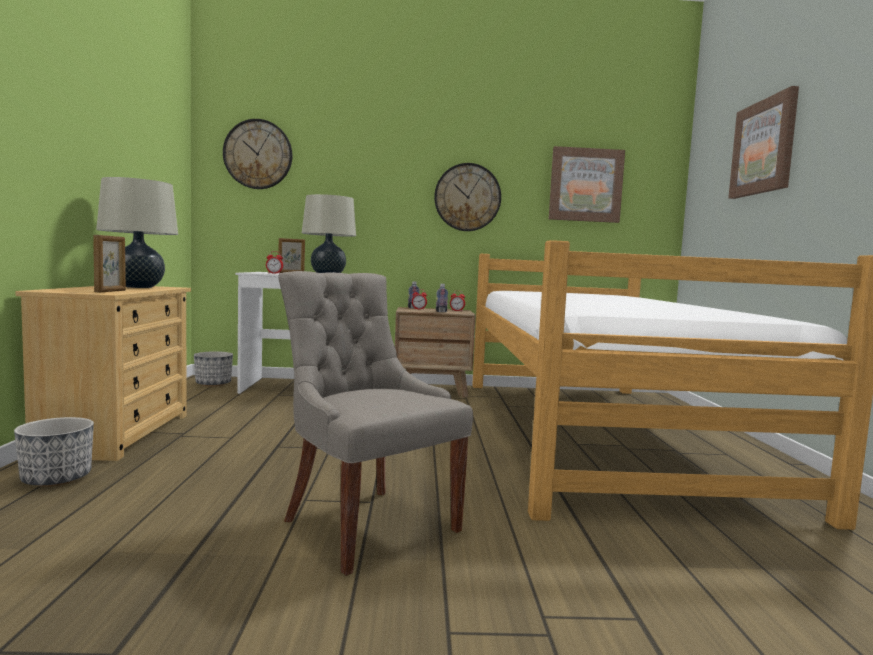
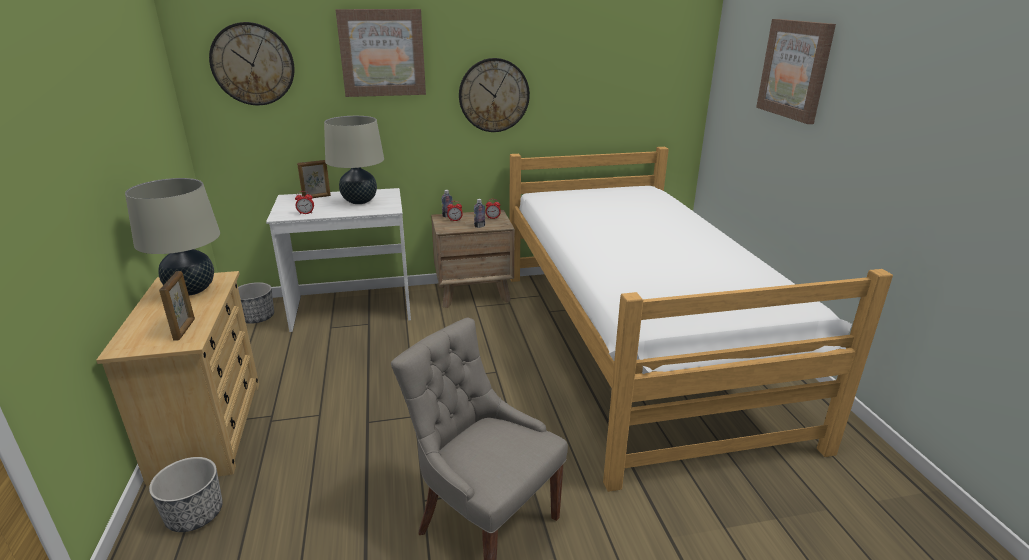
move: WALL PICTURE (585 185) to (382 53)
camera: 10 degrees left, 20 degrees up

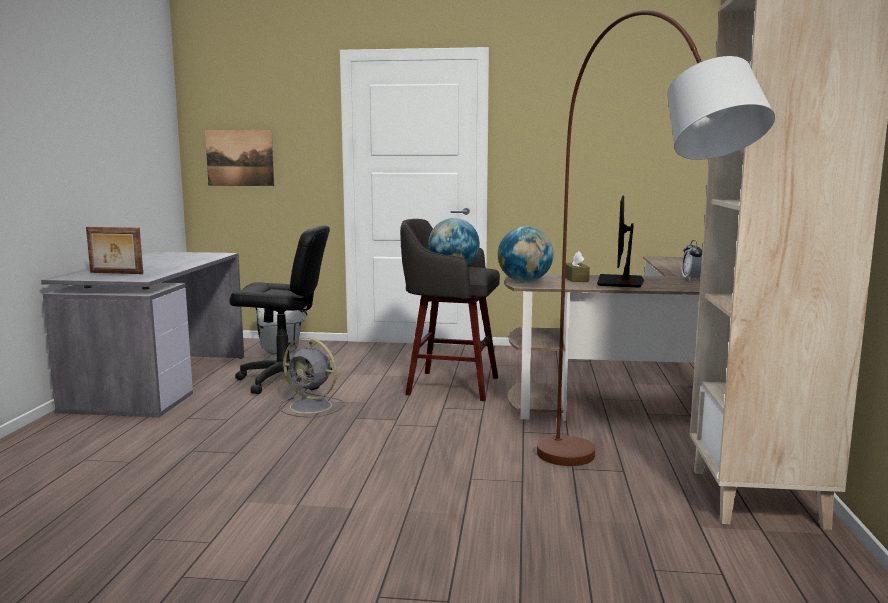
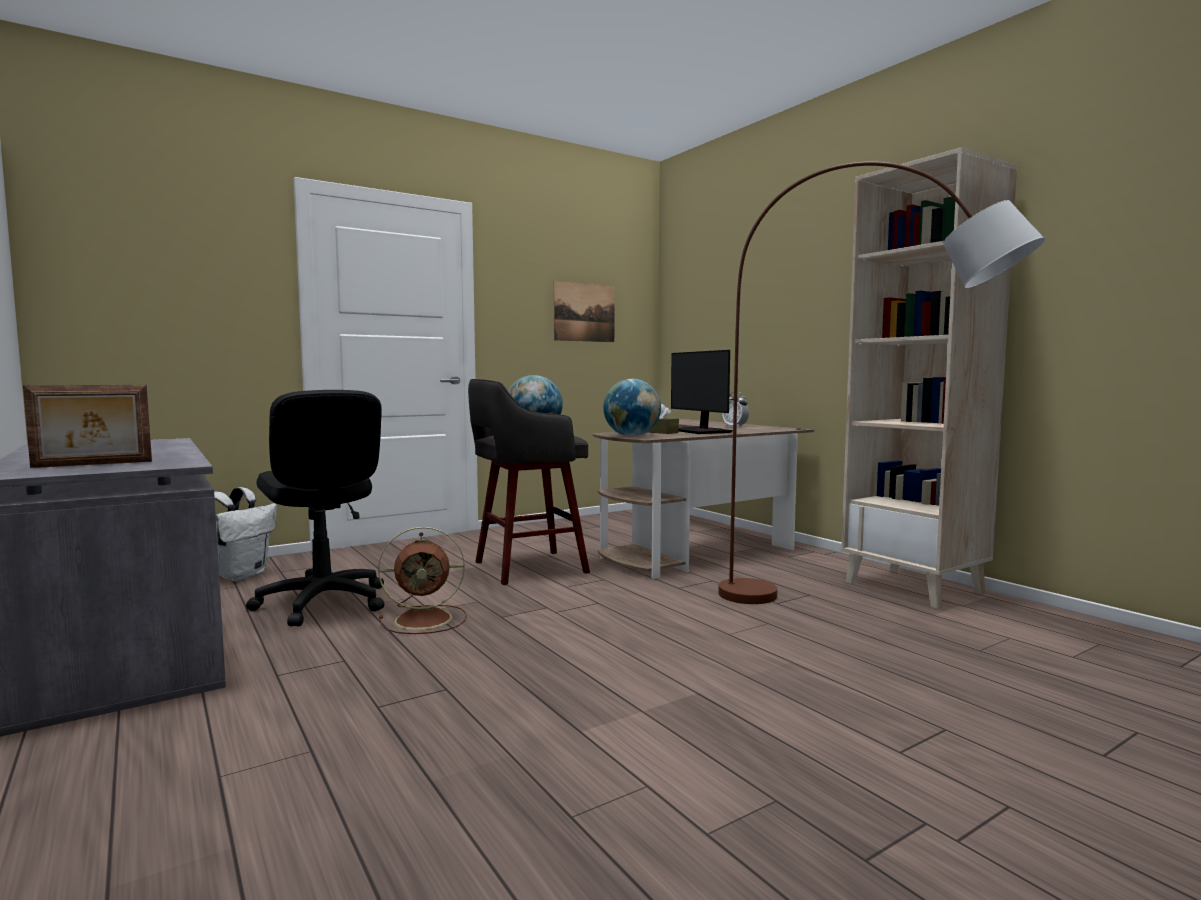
move: WALL PICTURE (240 158) to (584 312)
recolor: GREYISH ELECTRIC FAN (312 407) to BROWN ELECTRIC FAN (426 619)
rotate: BLACK OFFICE CHAIR (284 380) = (323 603) 90 degrees clockwise
camera: 40 degrees left, 5 degrees down

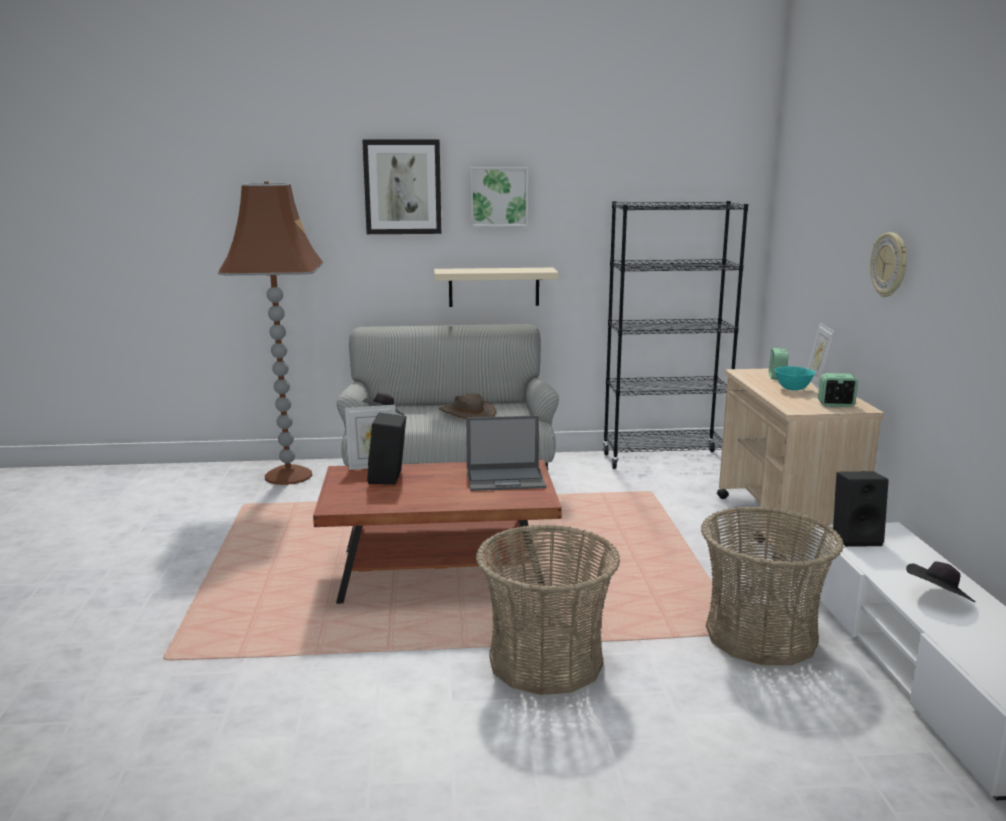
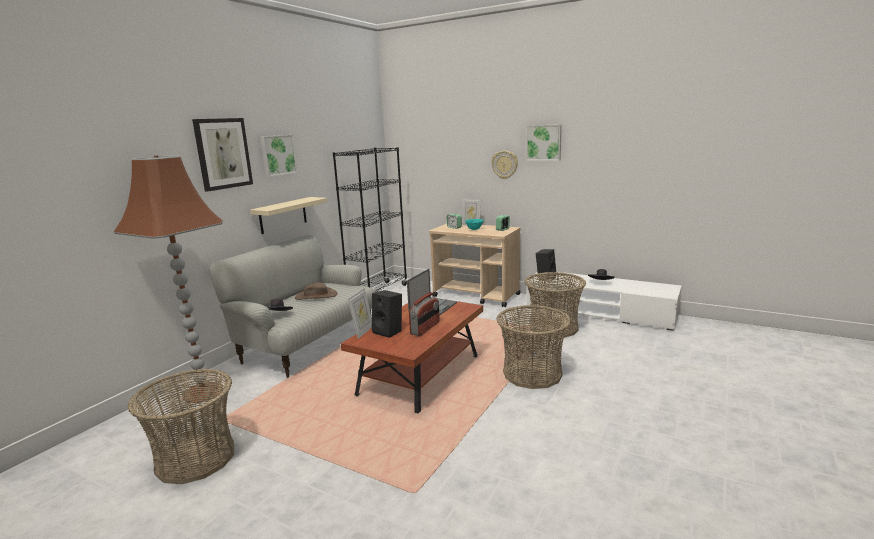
insert: BASKET (195 458); RADIO RECEIVER (425 328); WALL PICTURE (544 142)
camera: 55 degrees left, 0 degrees up

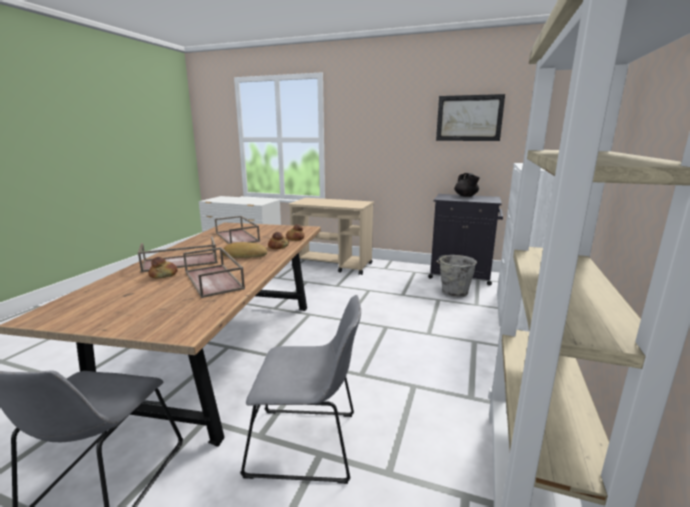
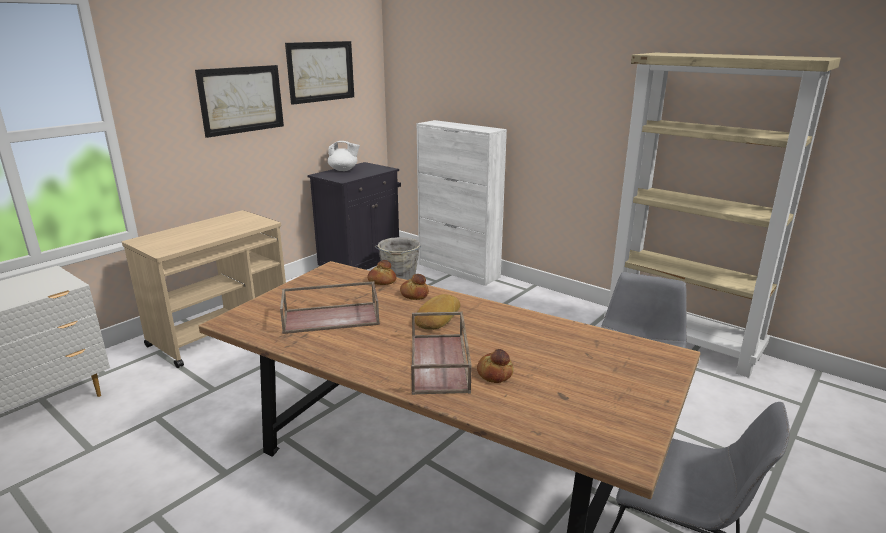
delete: BROWN SERVING TRAY (214 280)
insert: WALL PICTURE (241 99)
recolor: BLACK TEAPOT (466 196) to WHITE-COLOURED TEAPOT (344 170)
camera: 70 degrees left, 5 degrees up

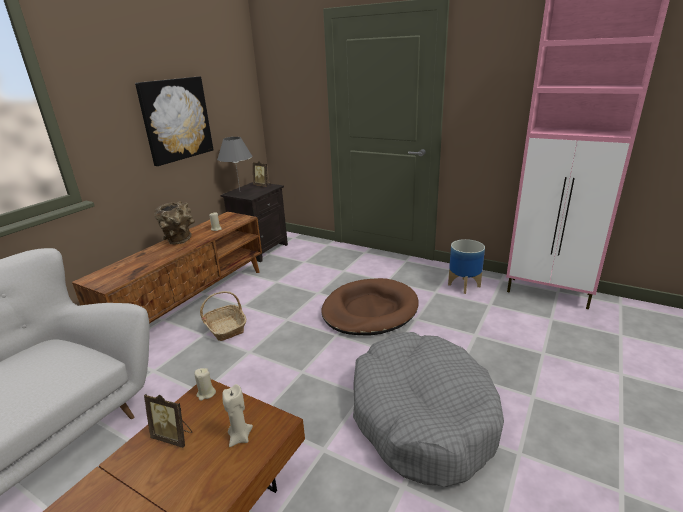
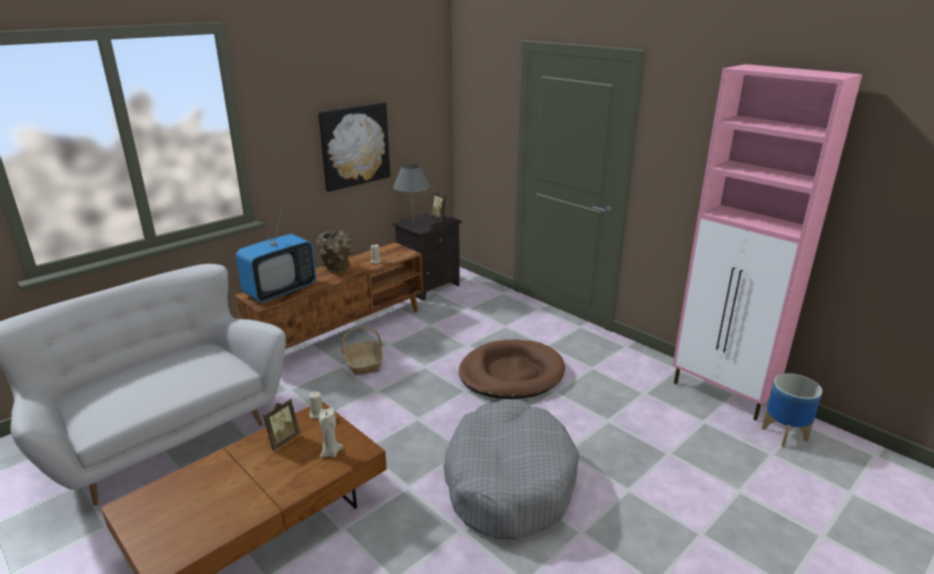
insert: TV (280 290)
move: PLANTER (464 285) to (784 434)
rotate: STANDING FRAME (173 437) = (282 440) 90 degrees counterclockwise
camera: 15 degrees right, 0 degrees up

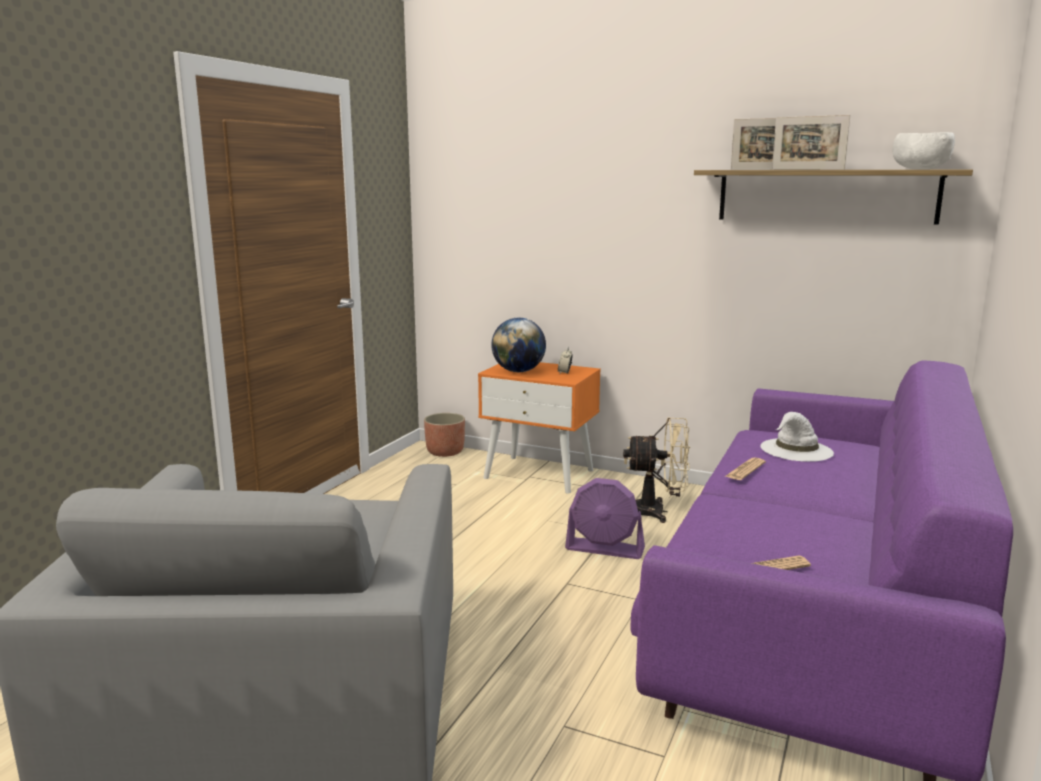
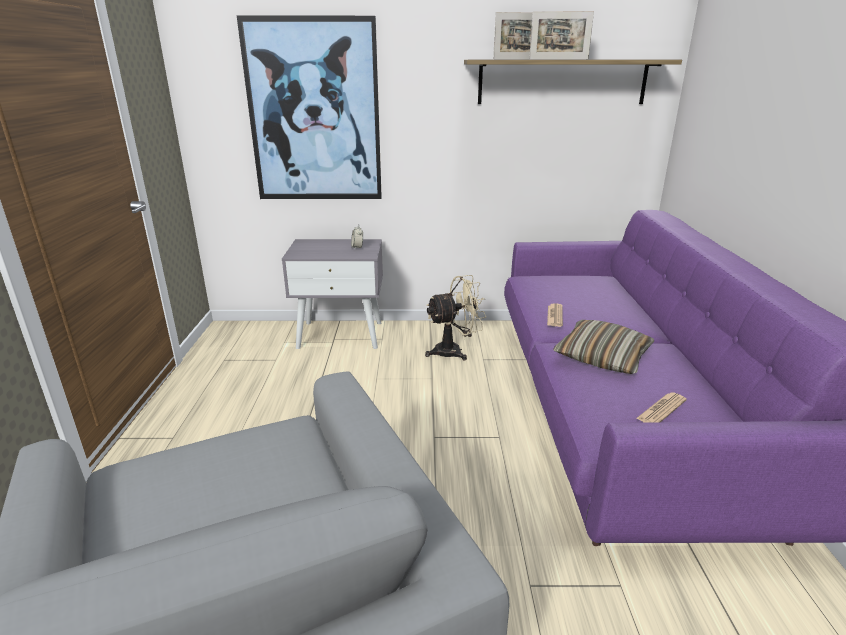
delete: PLANTER (445 452); WORLD GLOBE (518 371); PURPLISH ELECTRIC FAN (605 549); WHITE-COLOURED WEARABLE HAT (796 450); WHITE-COLOURED SERVING BOWL (919 169)
insert: WALL PICTURE (314 113); THROW PILLOW (602 356)
recolor: ORANGE-COLOURED BEDSIDE TABLE (539 474) to GREYISH BEDSIDE TABLE (341 334)
camera: 25 degrees left, 10 degrees up

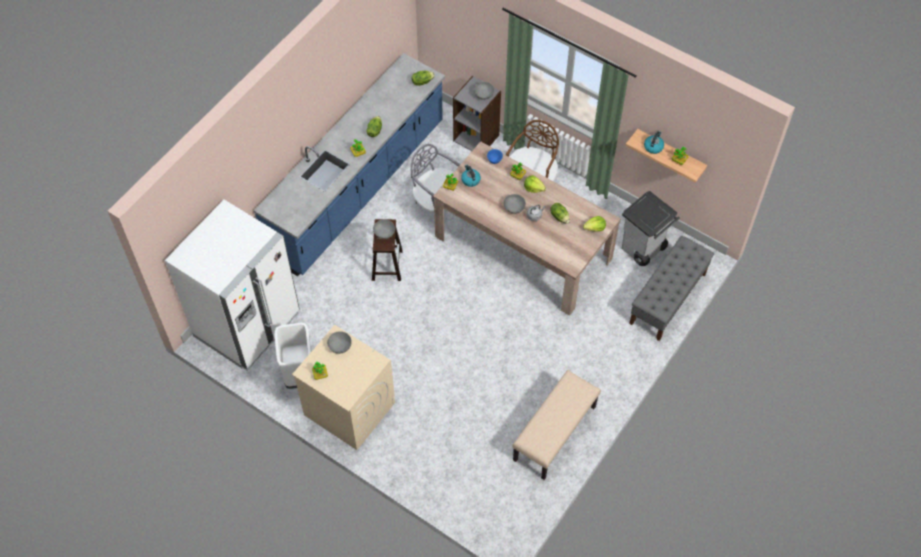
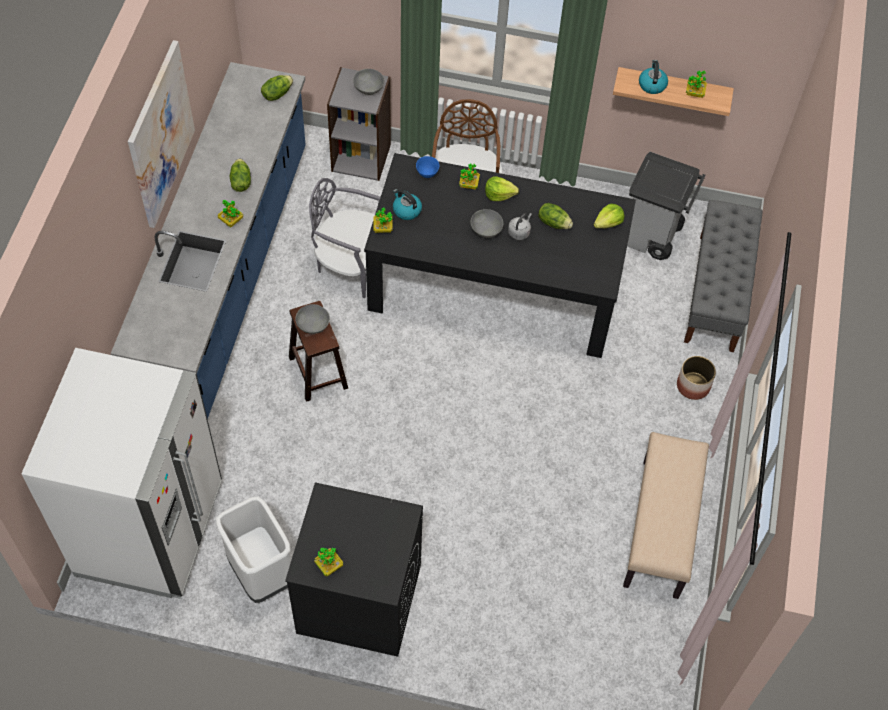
delete: GREYISH SERVING BOWL (340 346)
insert: WALL PICTURE (160 135); PLANTER (693 386)
recolor: BEIGE WASHING MACHINE (349 408) to BLACK WASHING MACHINE (358 599); BEIGE DINING TABLE (523 247) to BLACK DINING TABLE (495 286)
camera: 25 degrees left, 0 degrees up

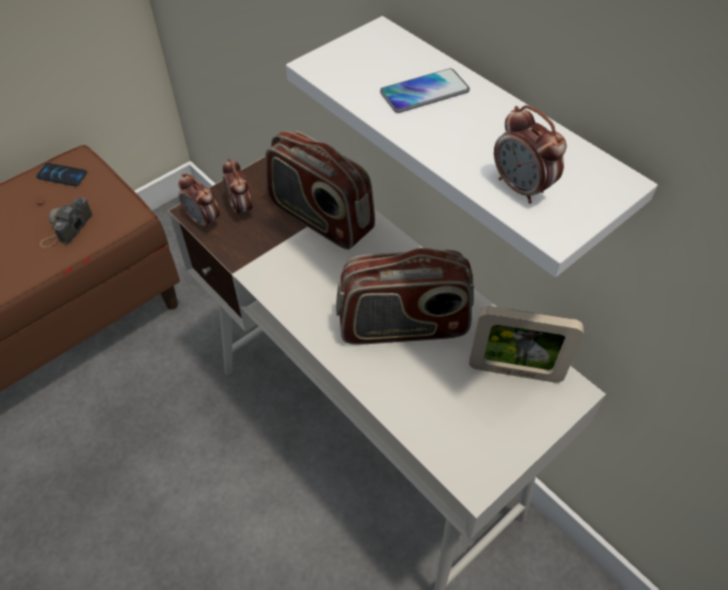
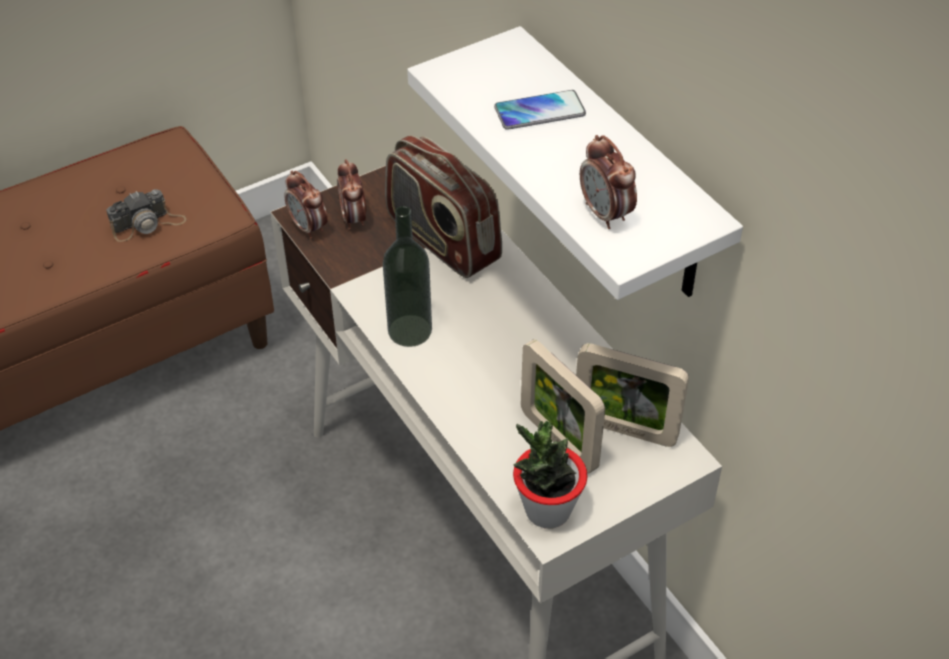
delete: PHONE (62 175); RADIO RECEIVER (403 326)
insert: BEVERAGE BOTTLE (410 330); POTTED PLANT (547 510); STANDING FRAME (558 440)
rotate: STILL CAMERA (66 228) = (148 224) 150 degrees counterclockwise
camera: 10 degrees right, 5 degrees down

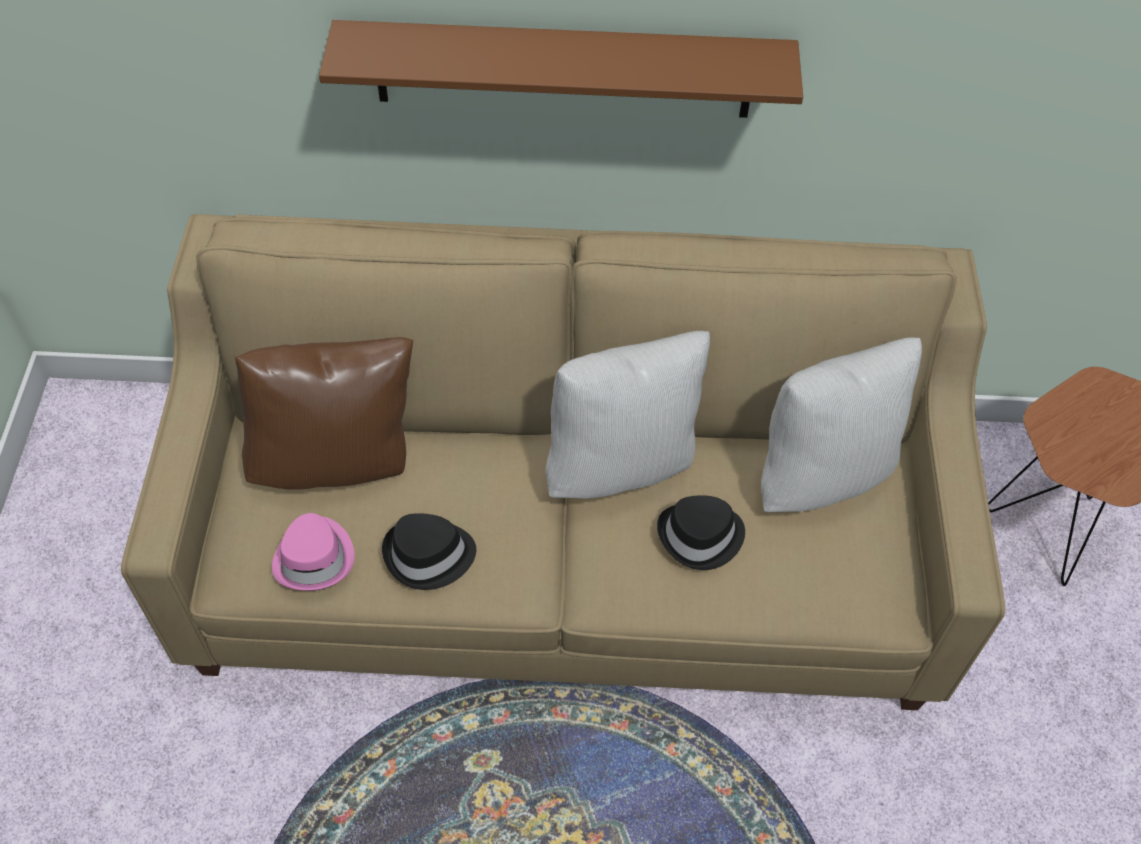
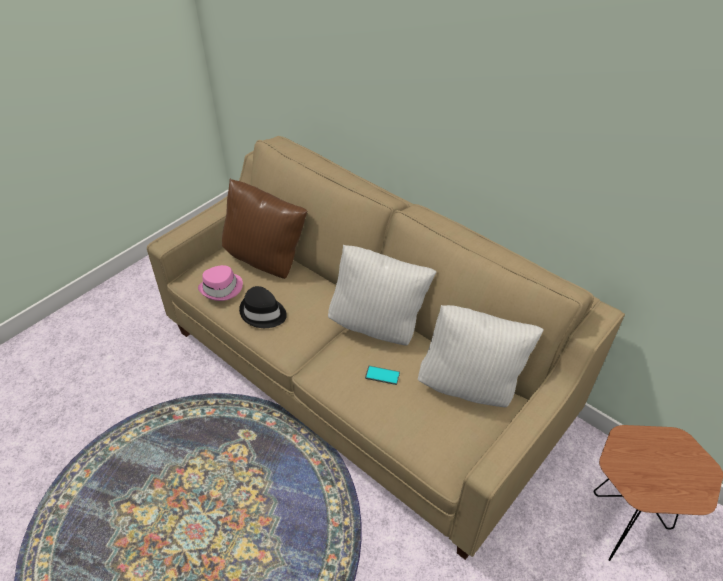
delete: BROWN WALL SHELF (564 69)
replace: BLACK WEARABLE HAT (701 536) to PHONE (382 375)
camera: 40 degrees right, 10 degrees down

